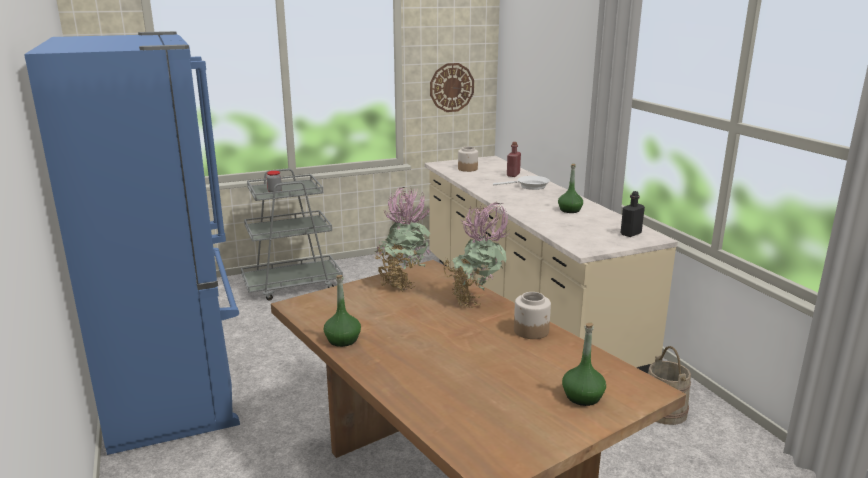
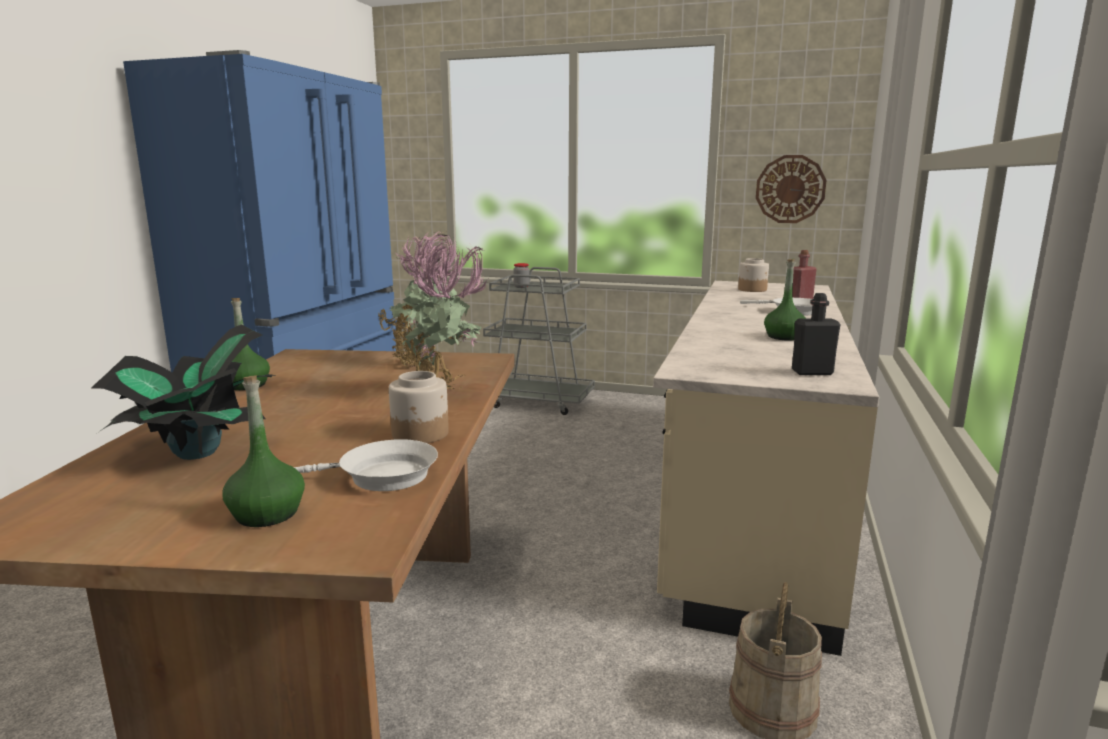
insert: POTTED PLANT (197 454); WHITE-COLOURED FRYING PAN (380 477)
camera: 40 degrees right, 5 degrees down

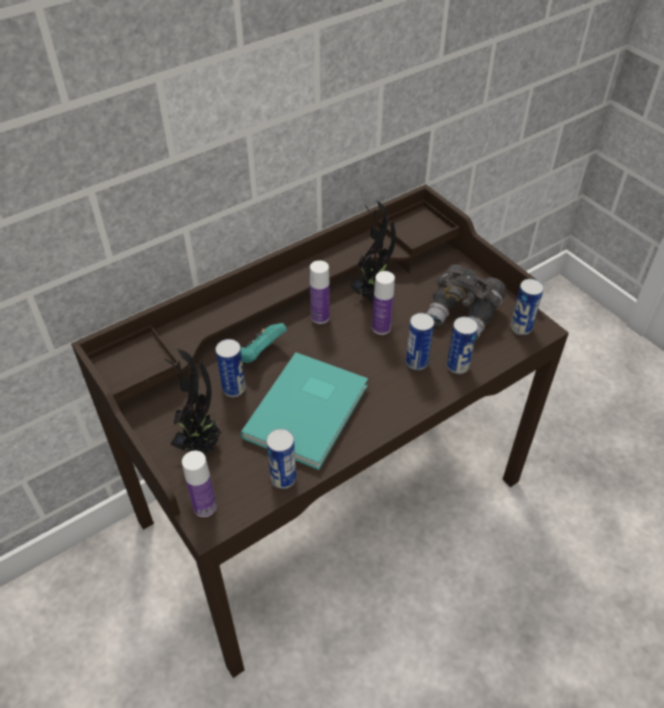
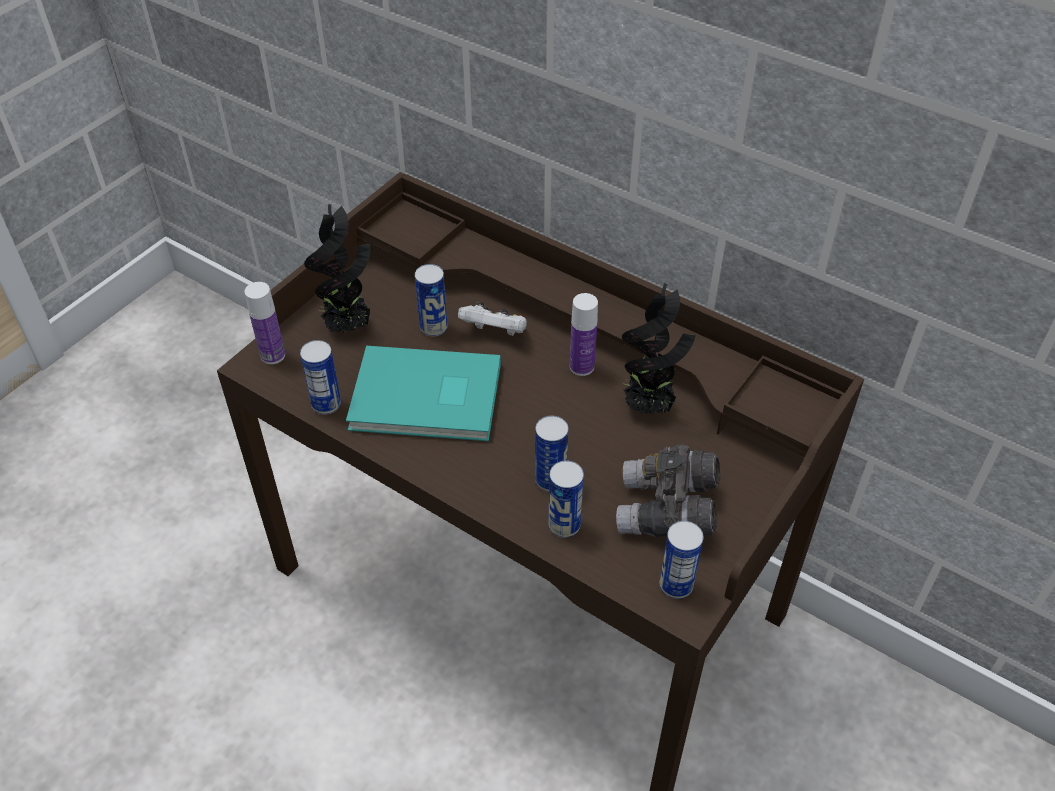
delete: BEVERAGE BOTTLE (381 327)
recolor: BLUE-GREEN GAME CONTROLLER (260 354) to WHITE-COLOURED GAME CONTROLLER (495 333)
camera: 70 degrees right, 0 degrees up

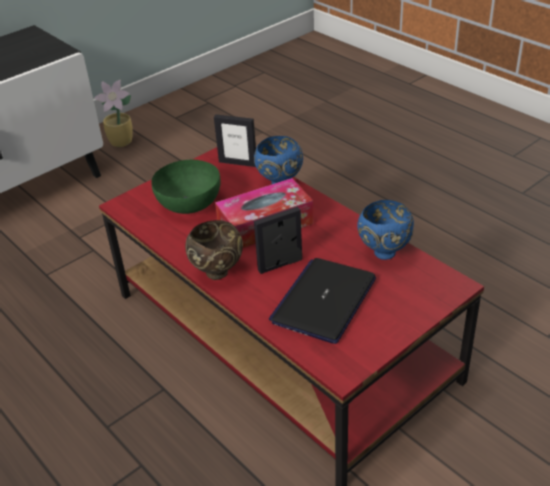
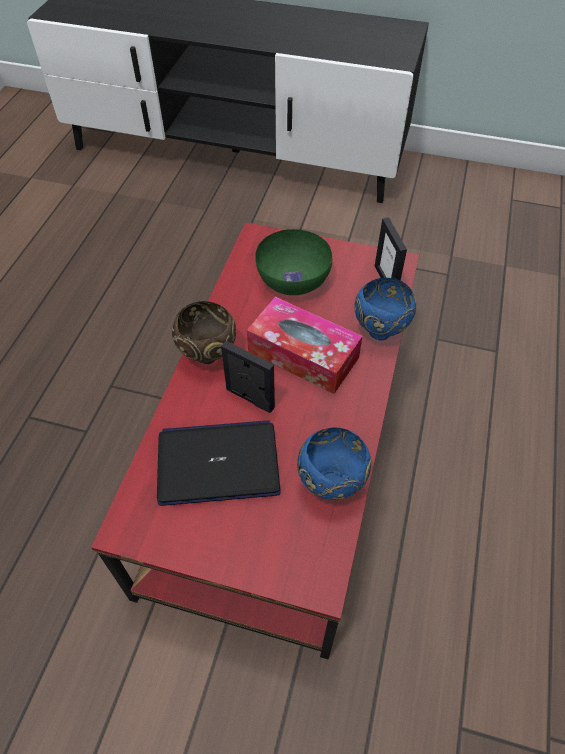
delete: POTTED PLANT (122 142)
camera: 55 degrees right, 15 degrees up

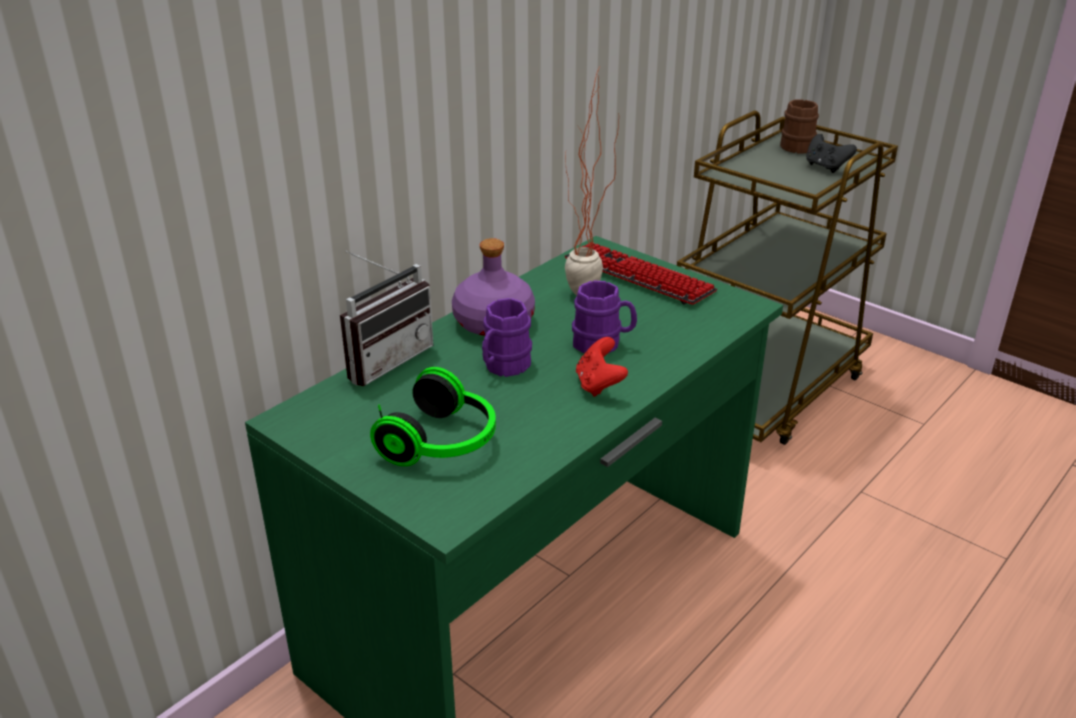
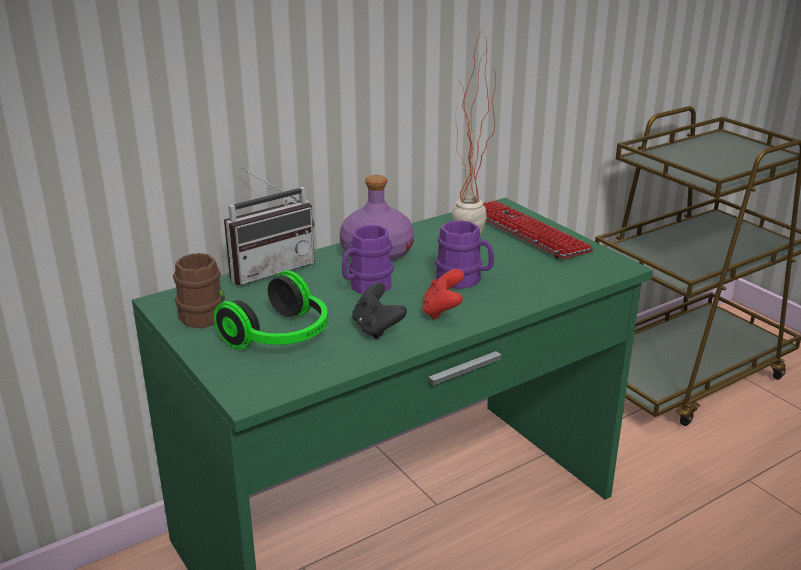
move: BROWN COFFEE MUG (795 145) to (204 313); BLACK GAME CONTROLLER (826 167) to (376 328)
camera: 15 degrees right, 5 degrees down

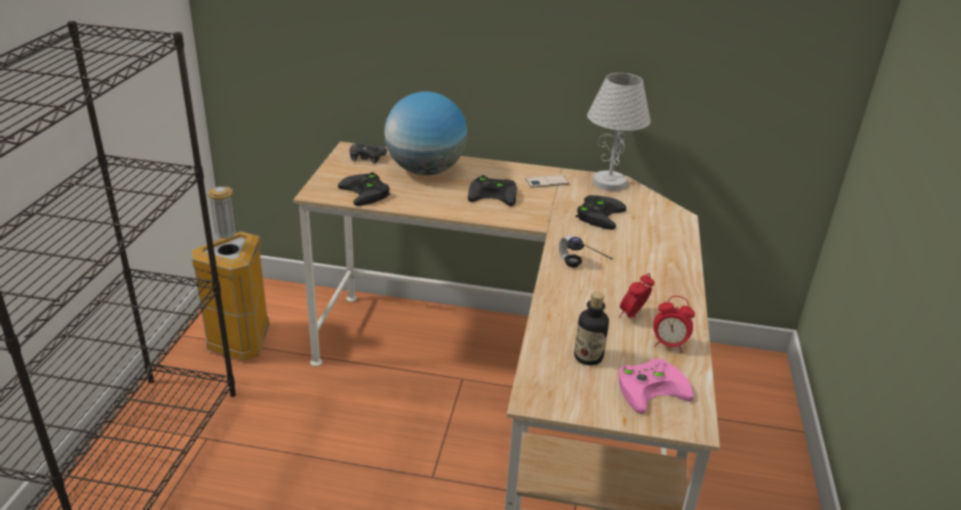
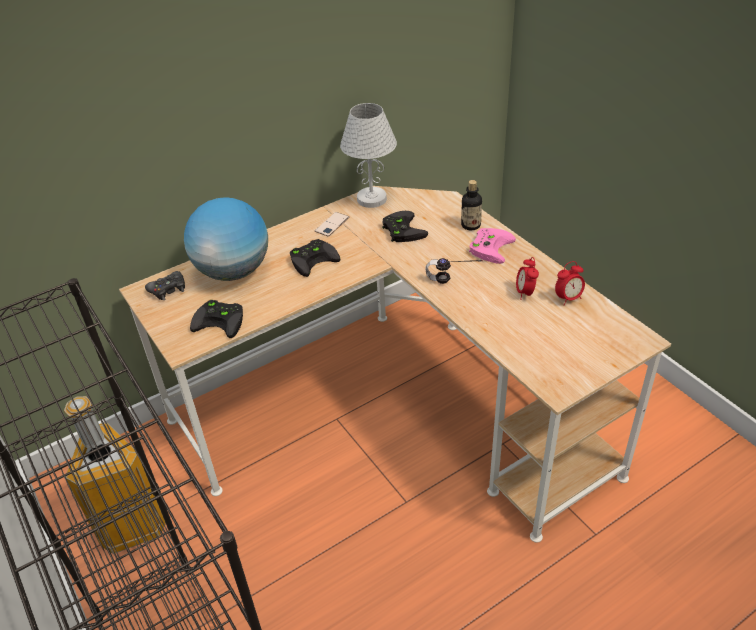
move: BEVERAGE BOTTLE (588 357) to (470 225); PINK-COLOURED GAME CONTROLLER (652 387) to (490 247)
camera: 40 degrees left, 10 degrees up

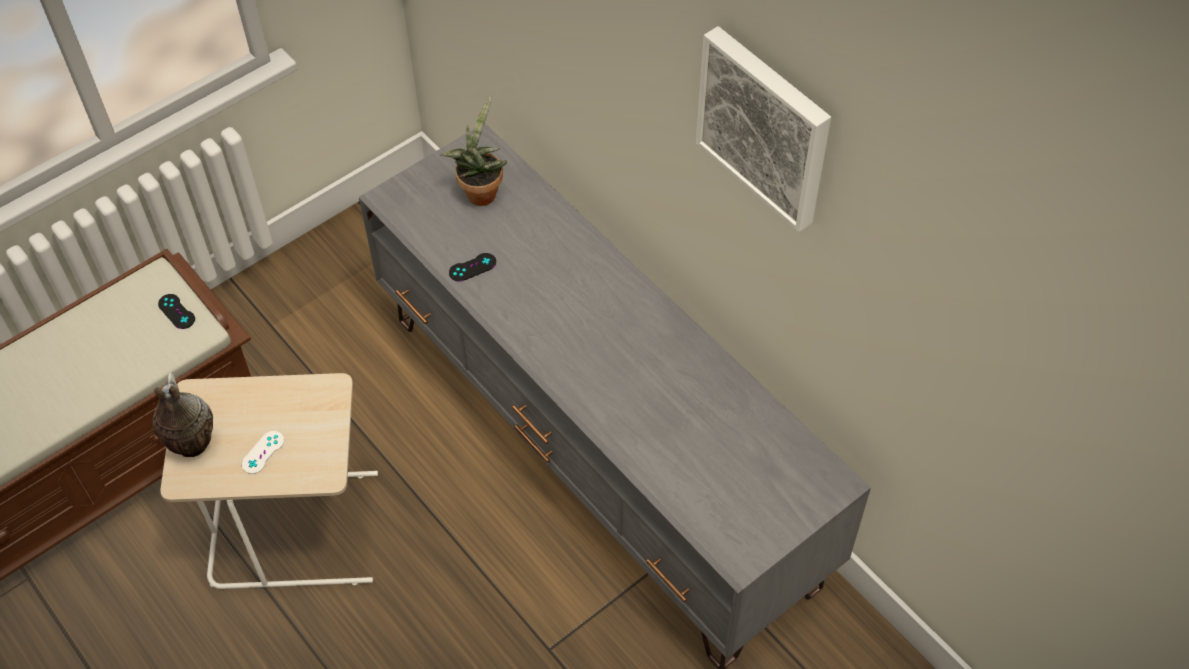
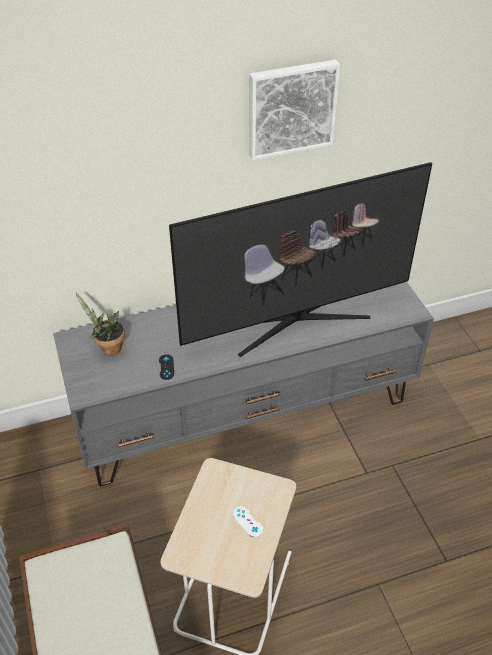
delete: DECORATIVE VASE (191 446); BLACK GAME CONTROLLER (176 311)
insert: TV (296 321)
camera: 70 degrees left, 10 degrees down

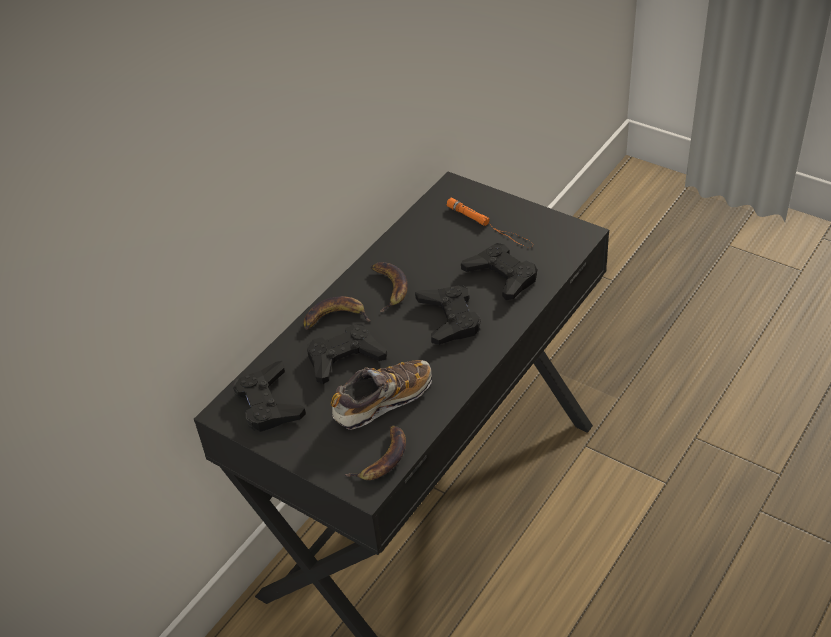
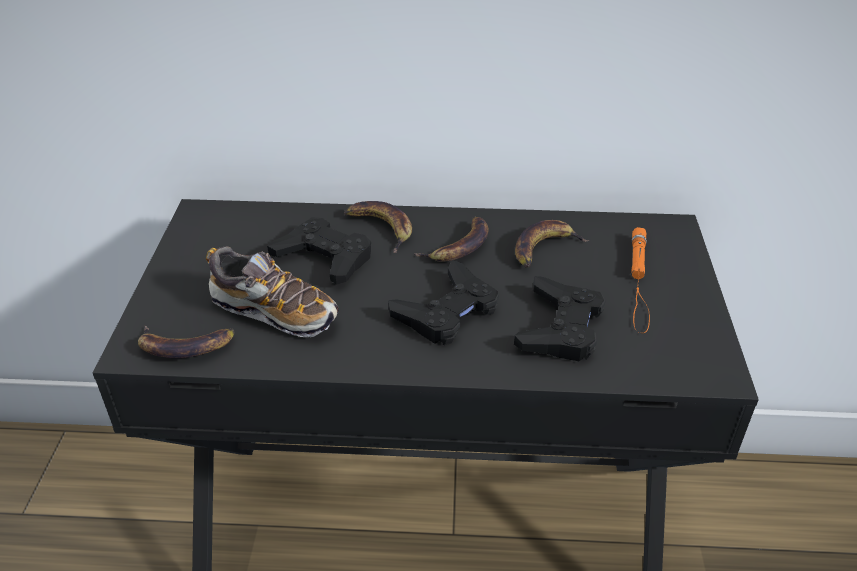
delete: BLACK GAME CONTROLLER (269 403)
insert: WHOLE BANANA (544 248)
camera: 55 degrees right, 5 degrees down

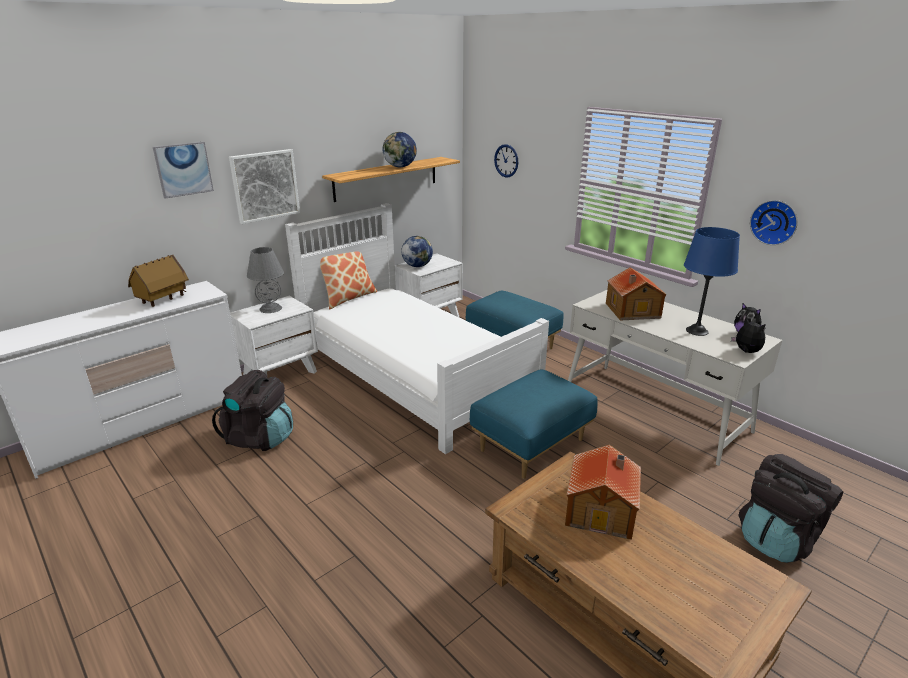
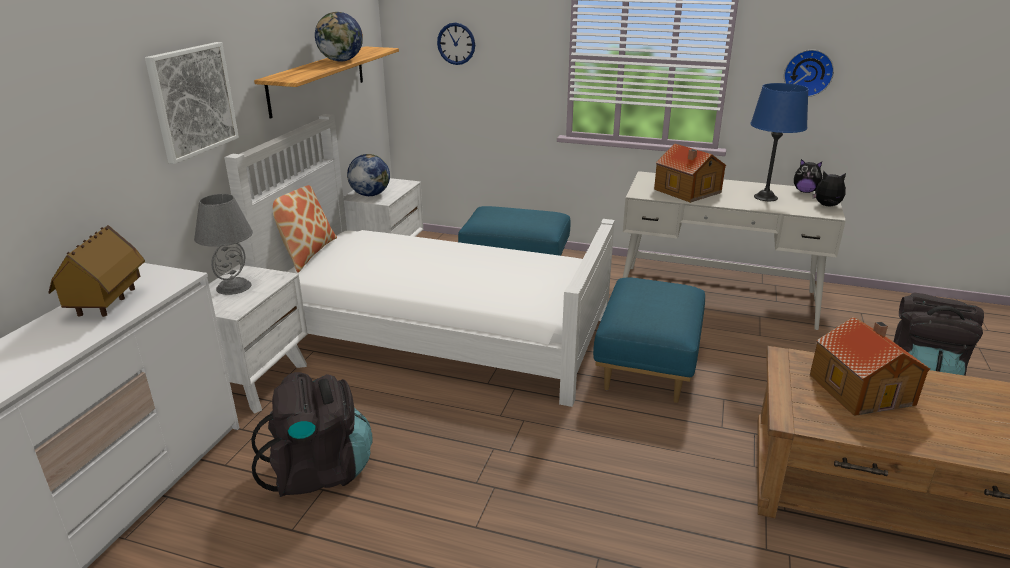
delete: WALL PICTURE (183 169)
camera: 30 degrees left, 0 degrees up

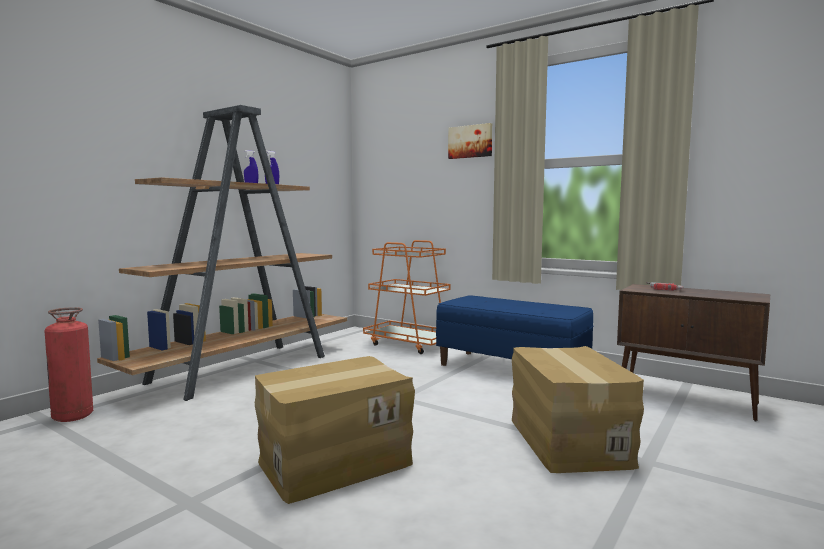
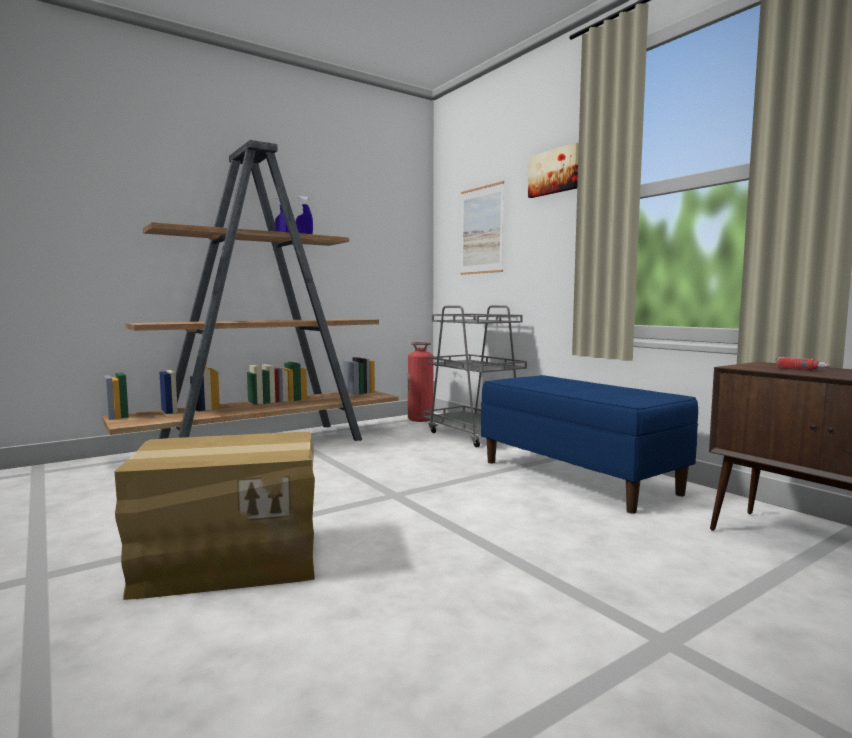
delete: CARDBOARD BOX (566 441)
insert: WALL PICTURE (481 230)
move: FIRE-FIGHTING CYLINDER (73 416) to (420 420)
recolor: ORANGE-COLOURED TROLLEY (409 344) to GREYISH TROLLEY (475 435)
camera: 20 degrees right, 0 degrees up

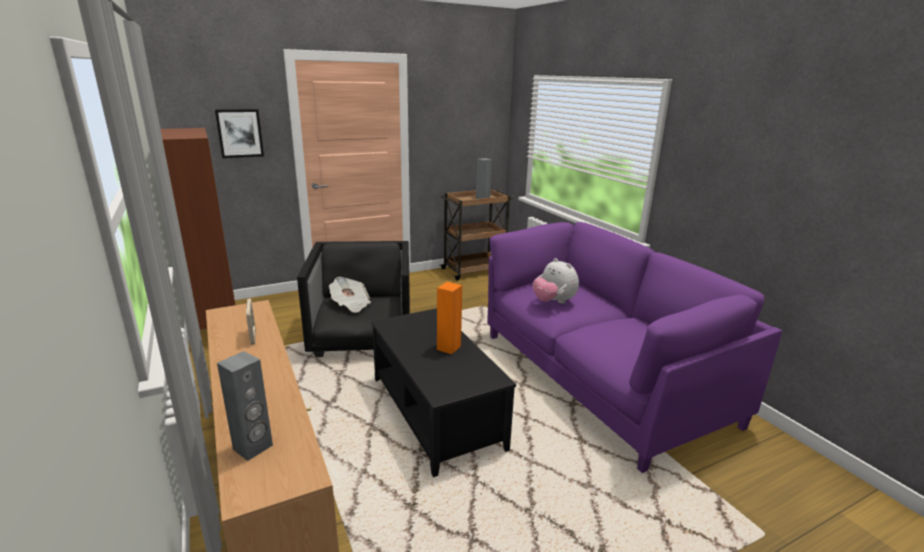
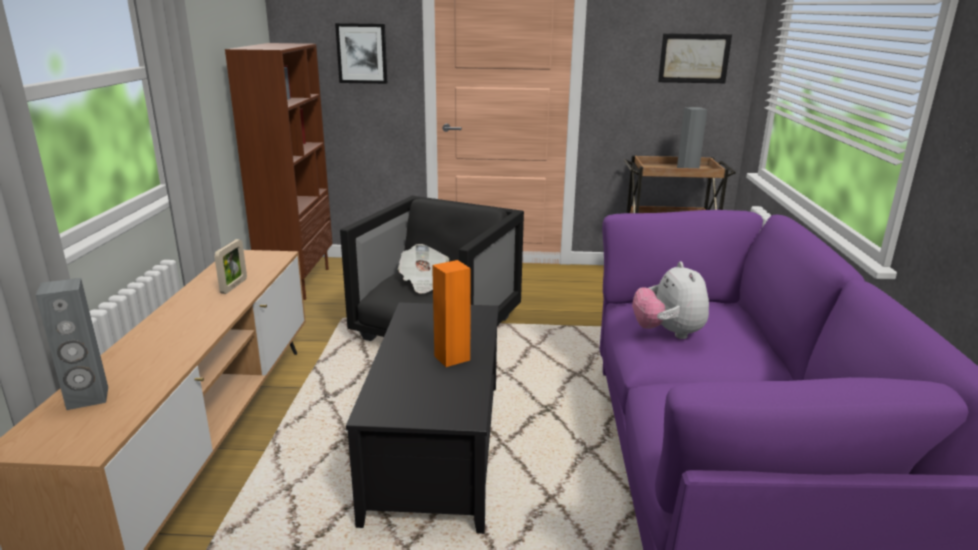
insert: WALL PICTURE (694 58)
camera: 30 degrees right, 0 degrees up

